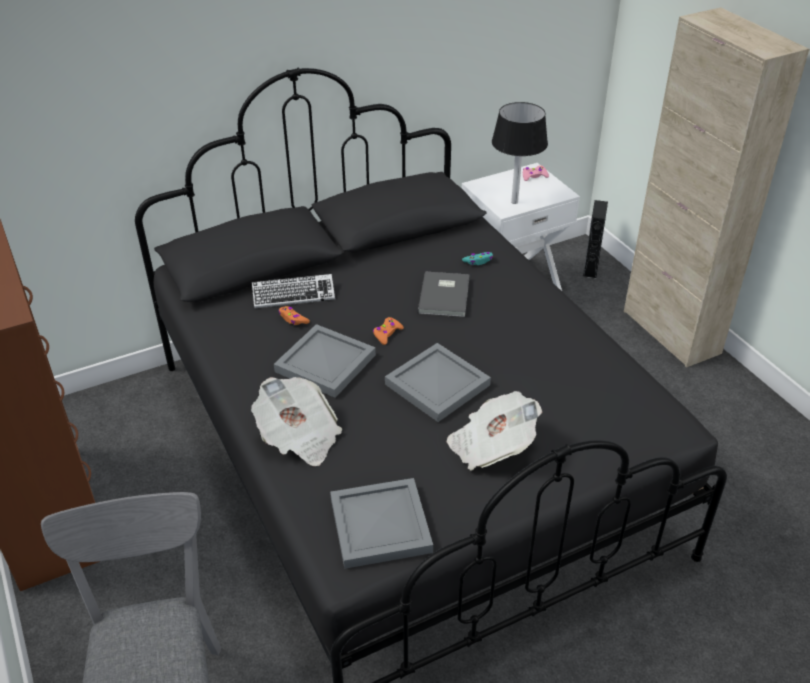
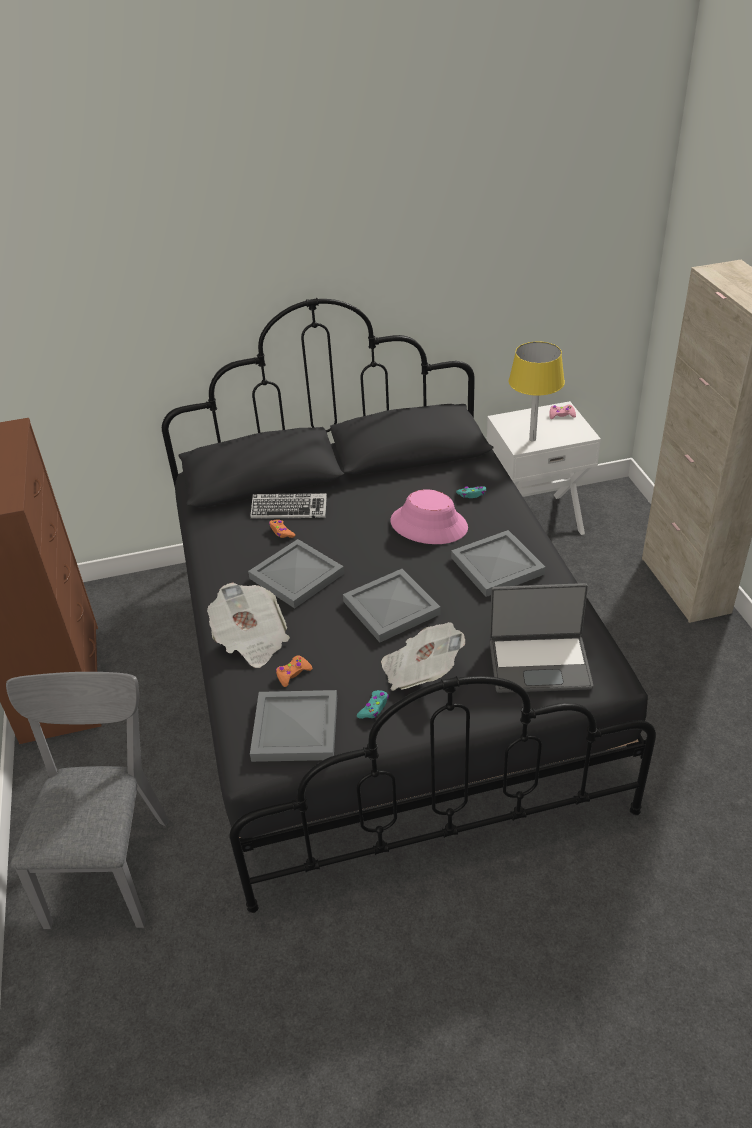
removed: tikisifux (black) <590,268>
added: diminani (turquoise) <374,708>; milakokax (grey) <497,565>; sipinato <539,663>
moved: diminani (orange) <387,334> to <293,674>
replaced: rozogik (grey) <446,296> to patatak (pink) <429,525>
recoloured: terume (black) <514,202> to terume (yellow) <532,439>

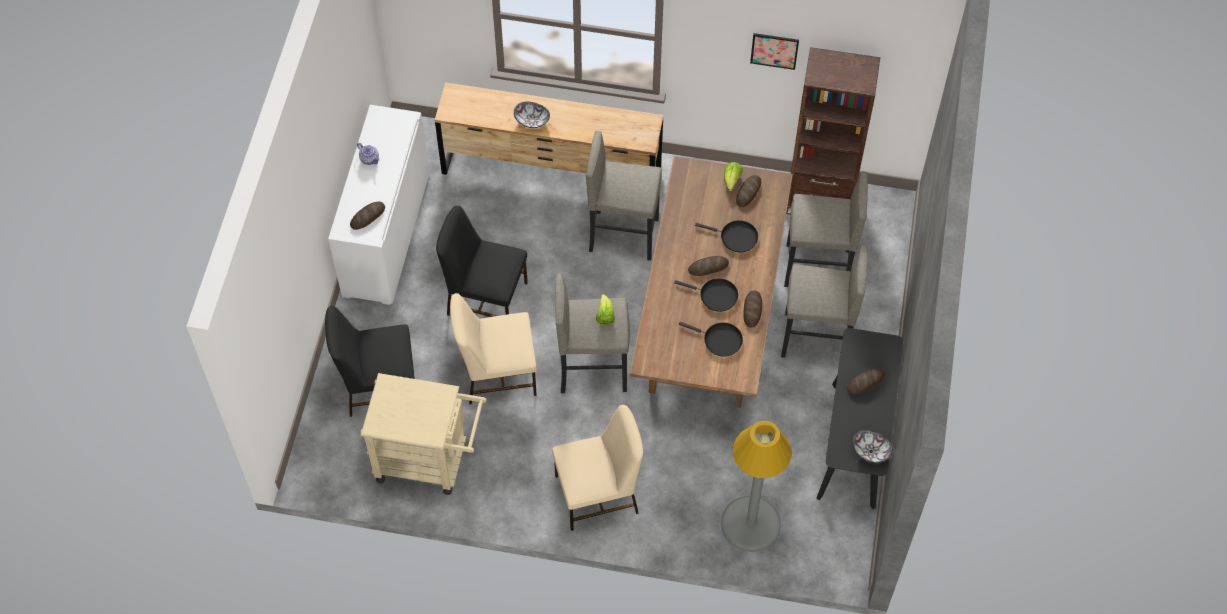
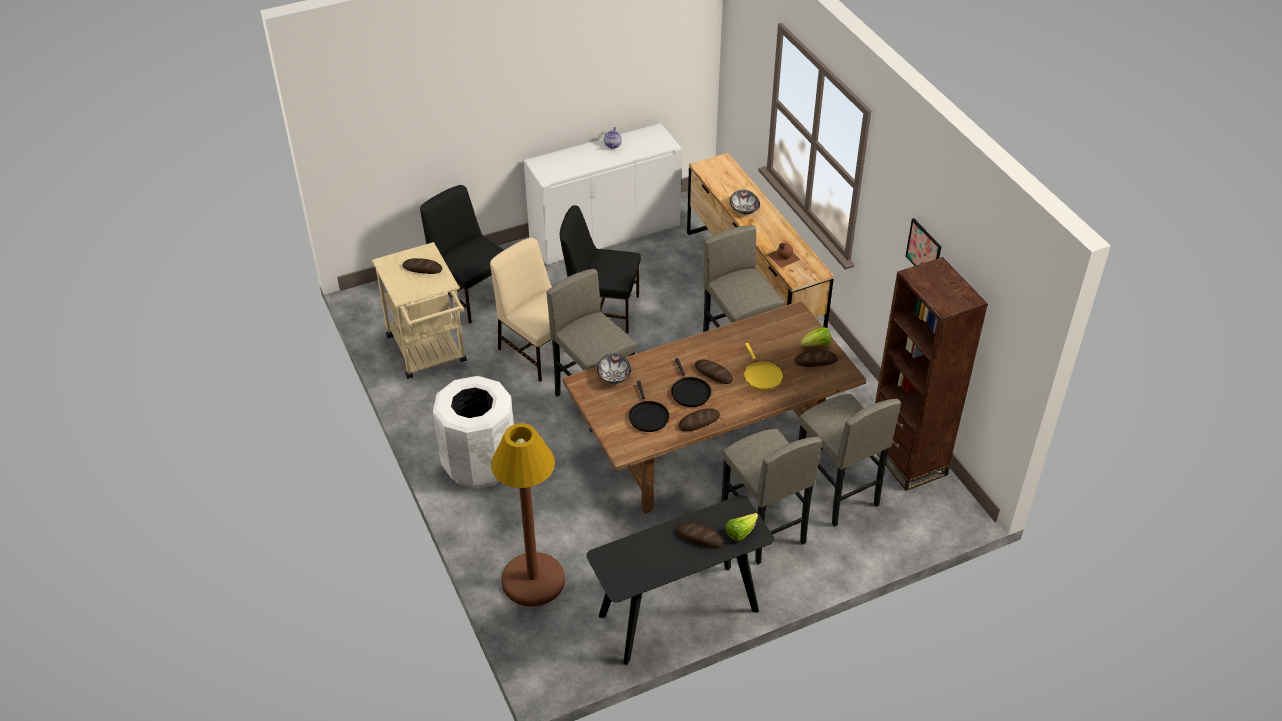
added: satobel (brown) <783,257>
moved: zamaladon <368,217> to <422,268>; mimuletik <871,451> to <614,377>; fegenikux <605,316> to <740,532>
replaced: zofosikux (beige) <598,494> to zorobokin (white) <480,465>
recoloured: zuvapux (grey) <750,524> to zuvapux (brown) <533,580>; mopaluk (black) <736,237> to mopaluk (yellow) <761,376>
turned: zofosikux (black) <485,297> = <601,309> 60 degrees counterclockwise

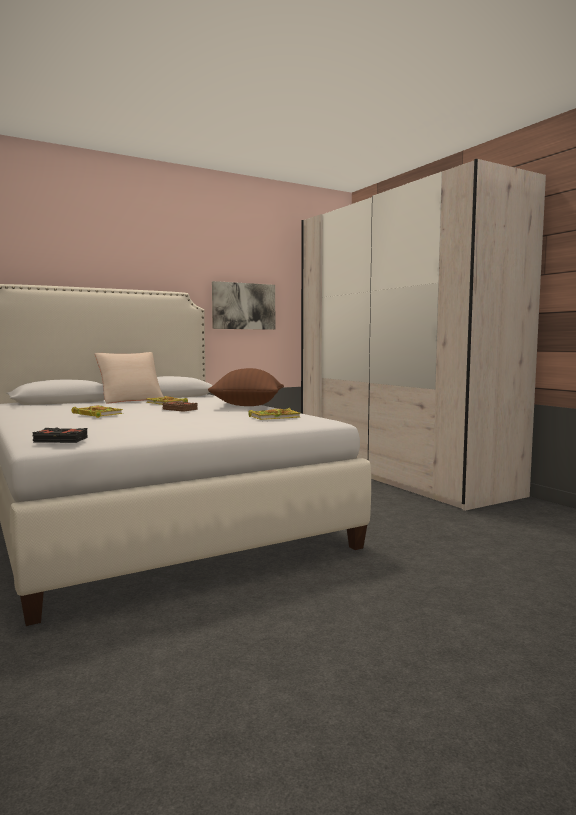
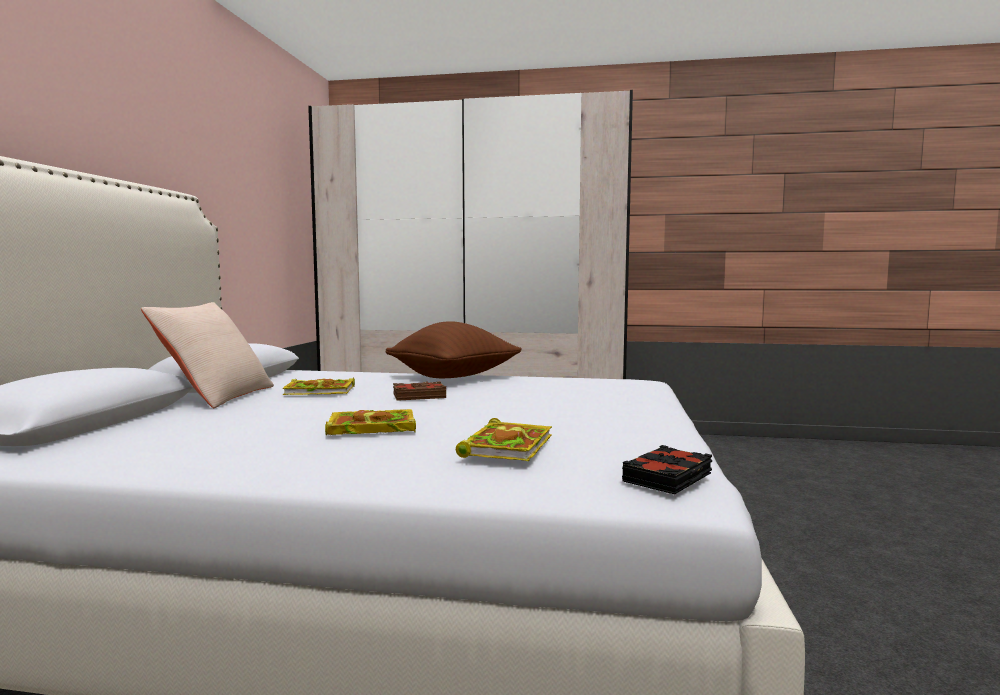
removed: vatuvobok <243,306>
moved: rozogik <275,417> to <507,446>

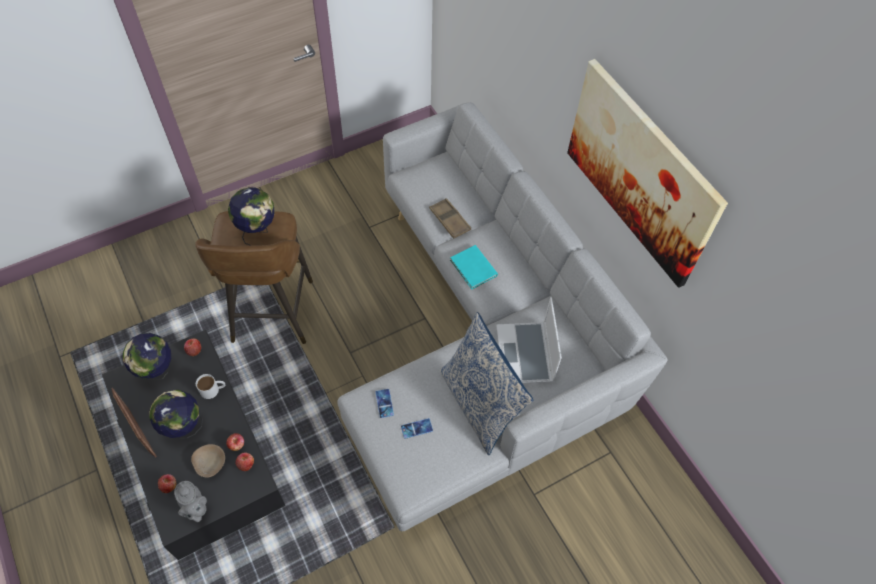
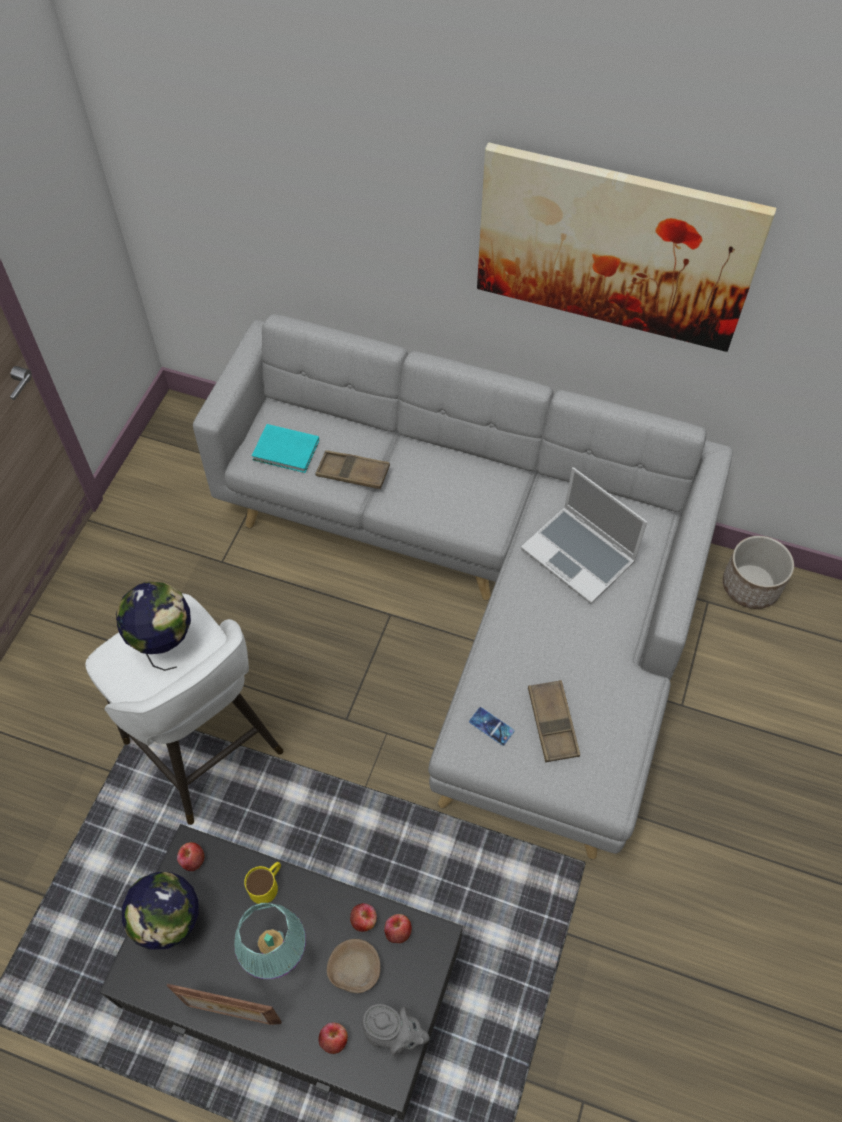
removed: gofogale <479,404>
added: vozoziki <751,586>
moved: rozogik (turquoise) <473,269> to <287,451>
replaced: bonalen <184,427> to terume (turquoise) <278,959>; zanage <416,428> to milakokax (brown) <552,723>
recoloured: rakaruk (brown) <271,314> to rakaruk (white) <206,751>; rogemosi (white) <213,389> to rogemosi (yellow) <267,884>

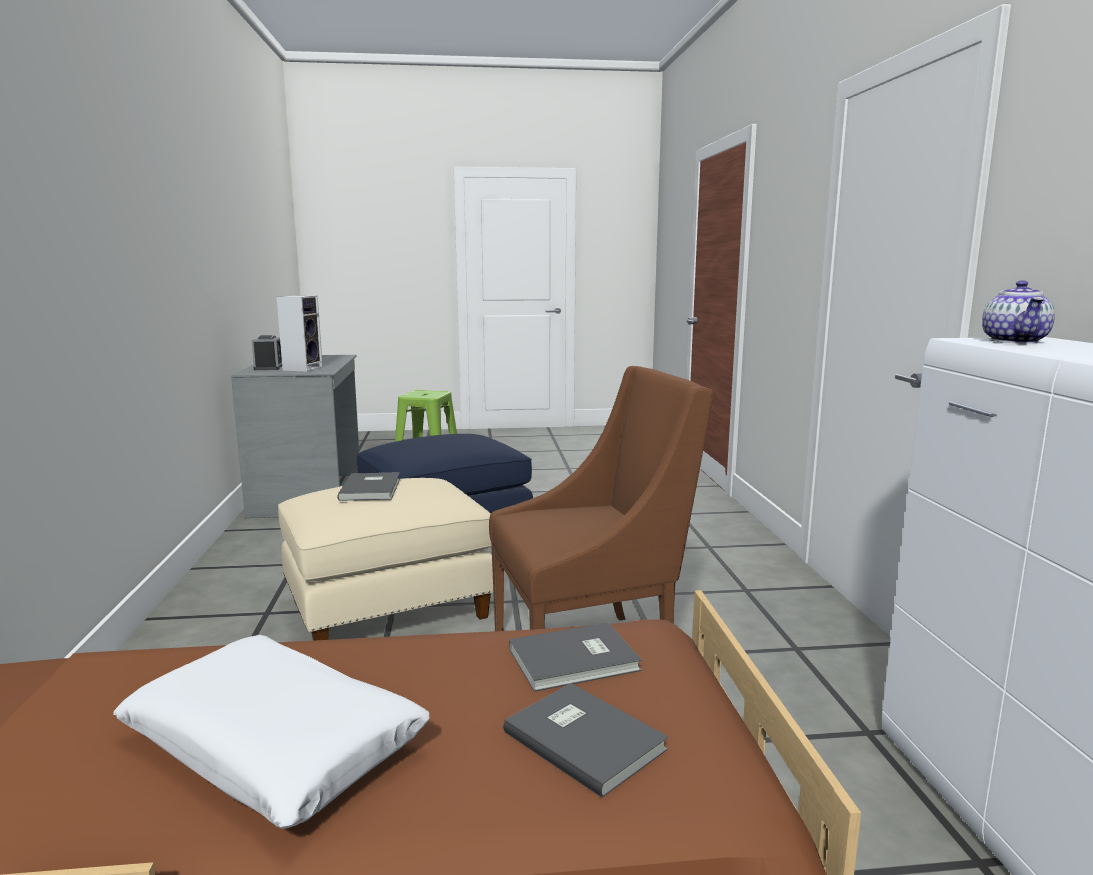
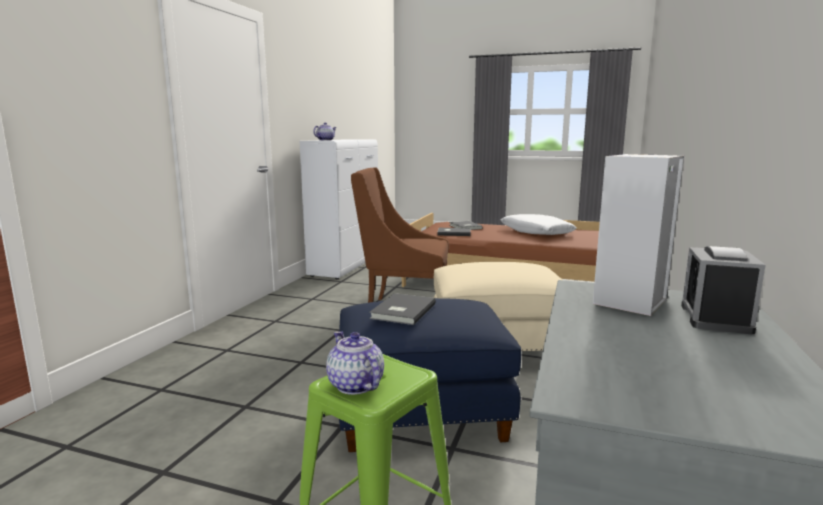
added: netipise <354,385>
moved: rozogik (grey) <372,489> to <401,311>

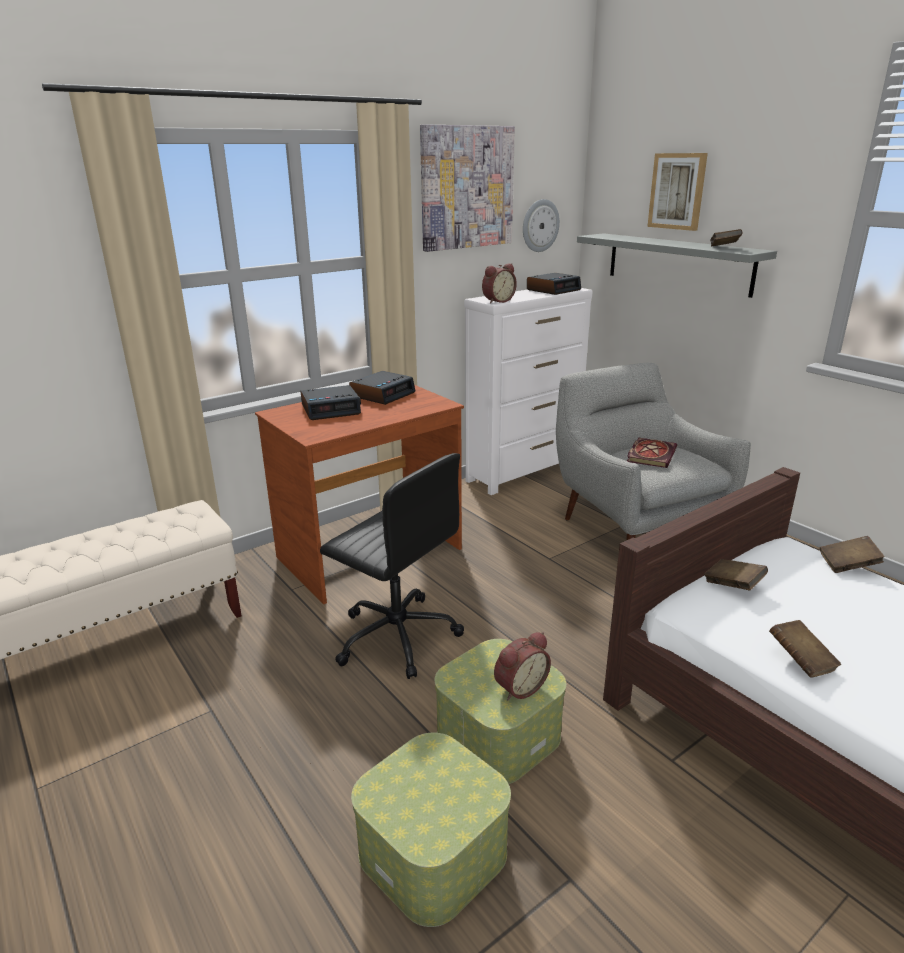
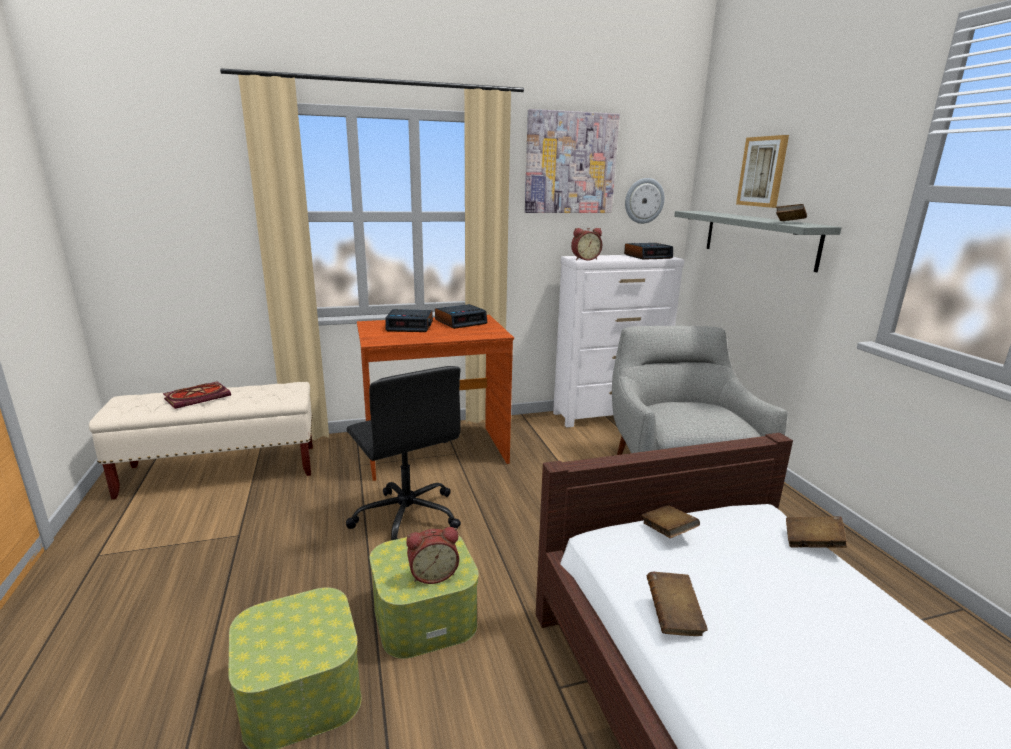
moved: rozogik <650,454> to <199,397>

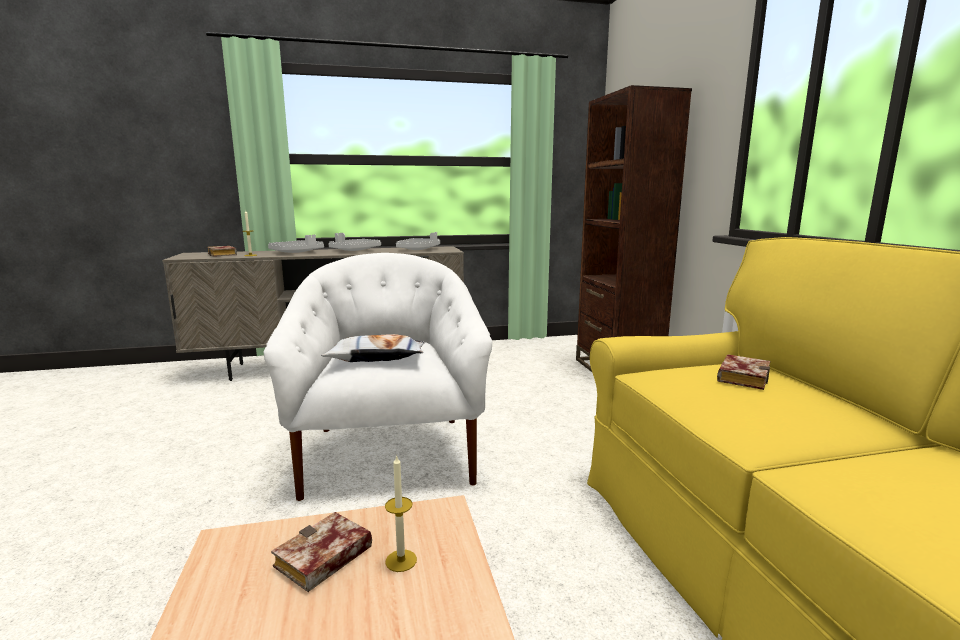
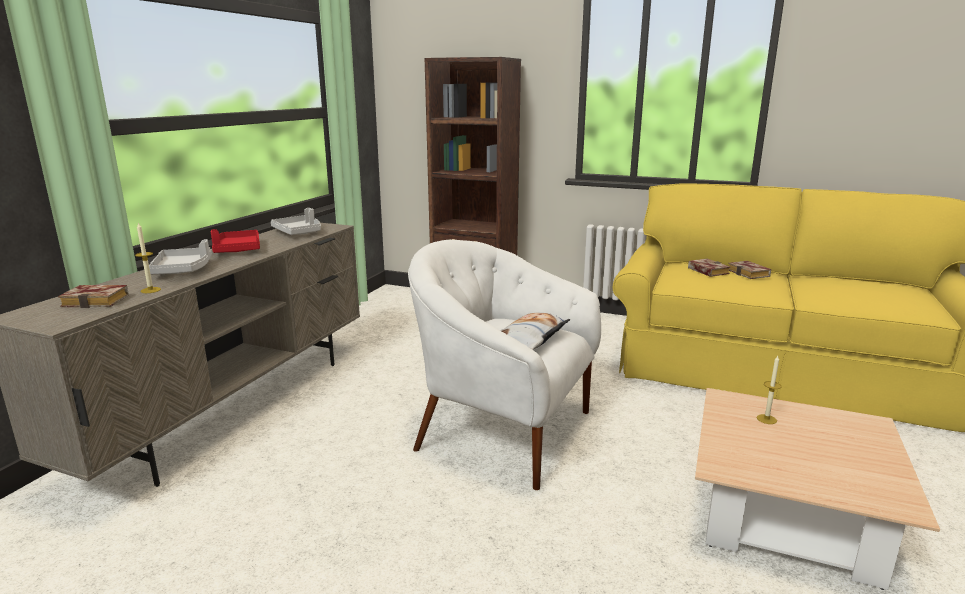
moved: rozogik <322,560> to <750,274>
recoloured: milakokax (grey) <355,250> to milakokax (red) <237,250>

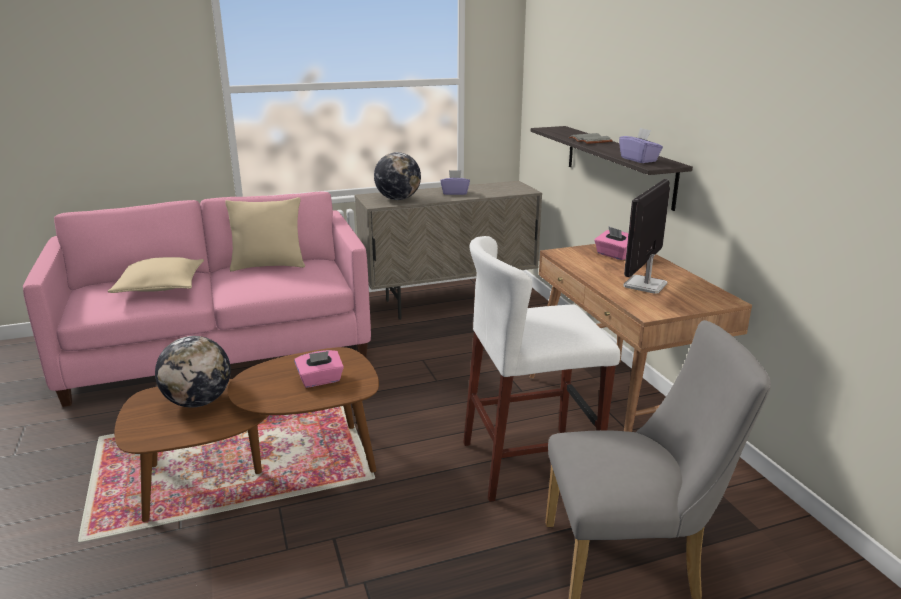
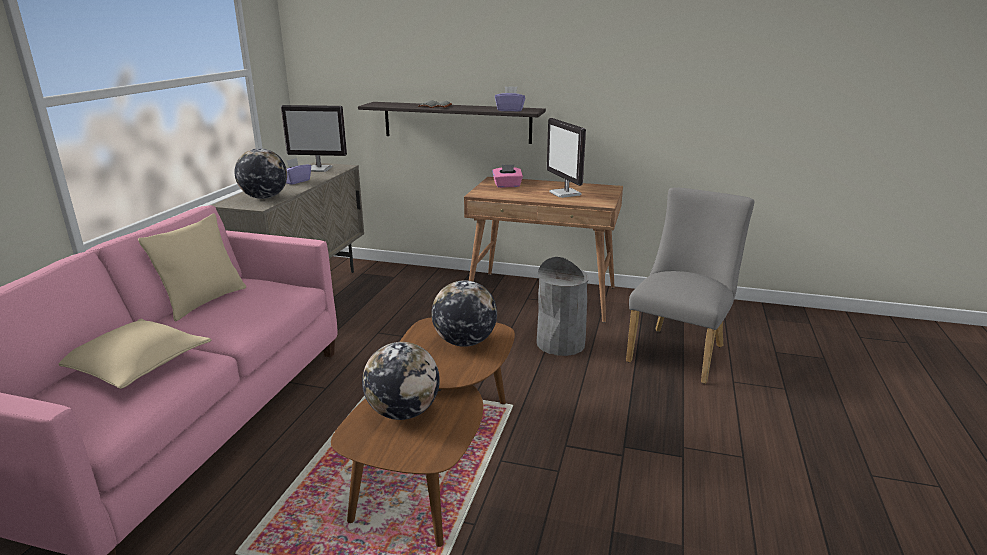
added: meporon <319,169>
replaced: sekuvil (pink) <320,380> to bonalen <464,342>; rakaruk (white) <529,462> to zorobokin (grey) <560,343>

